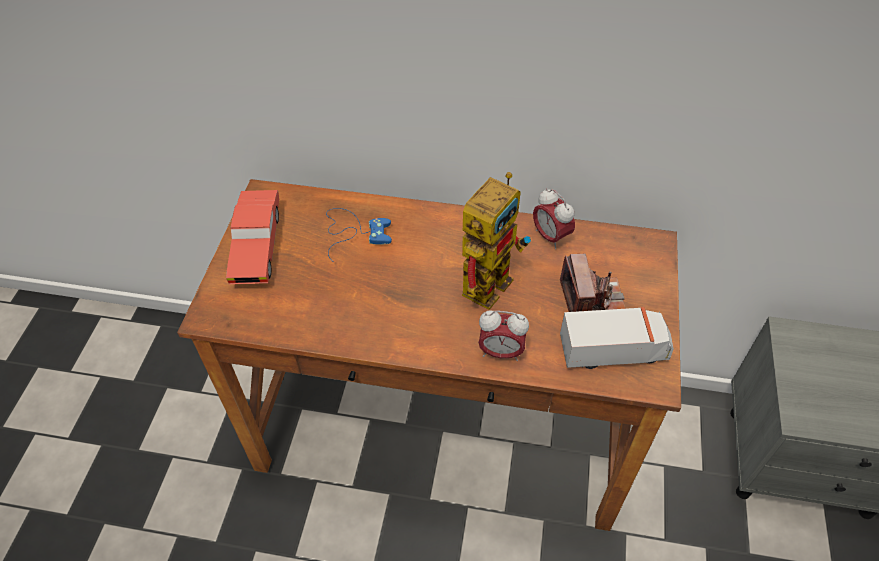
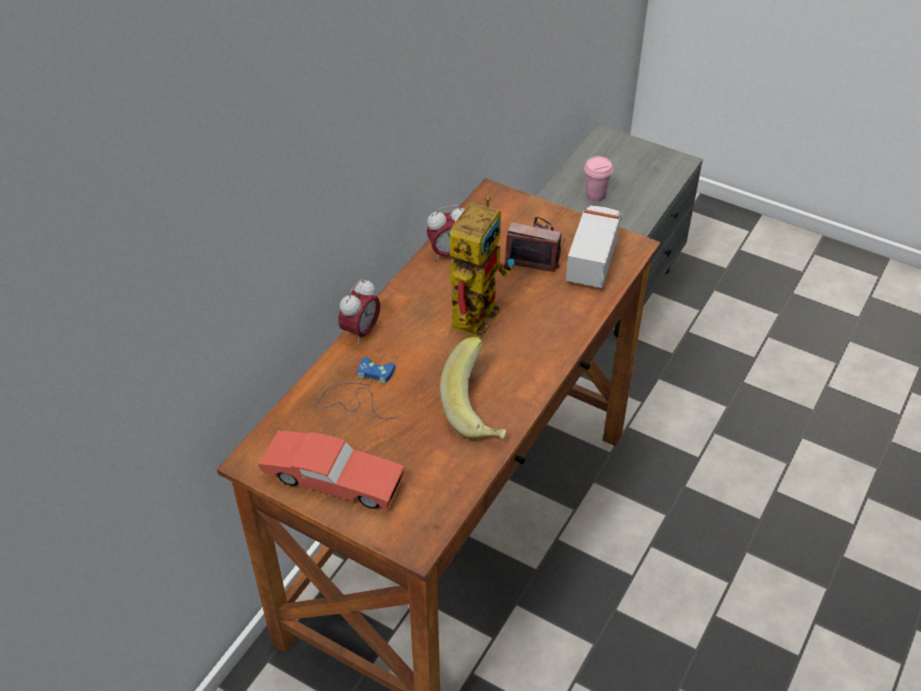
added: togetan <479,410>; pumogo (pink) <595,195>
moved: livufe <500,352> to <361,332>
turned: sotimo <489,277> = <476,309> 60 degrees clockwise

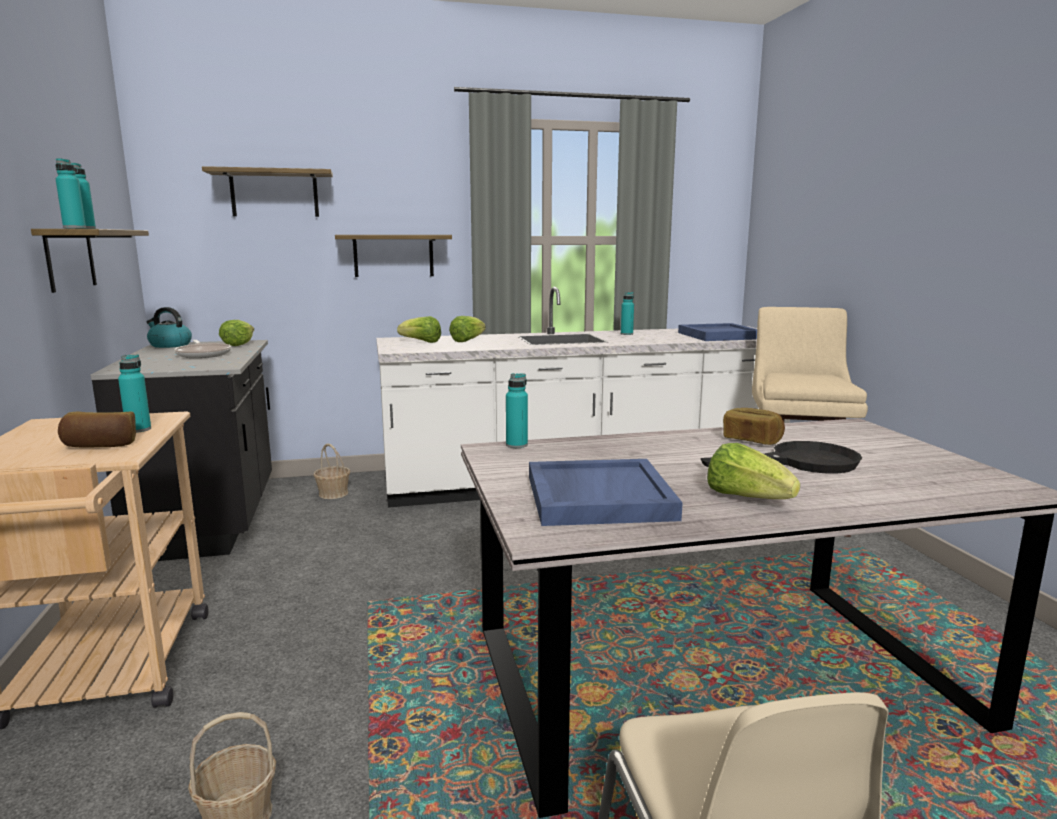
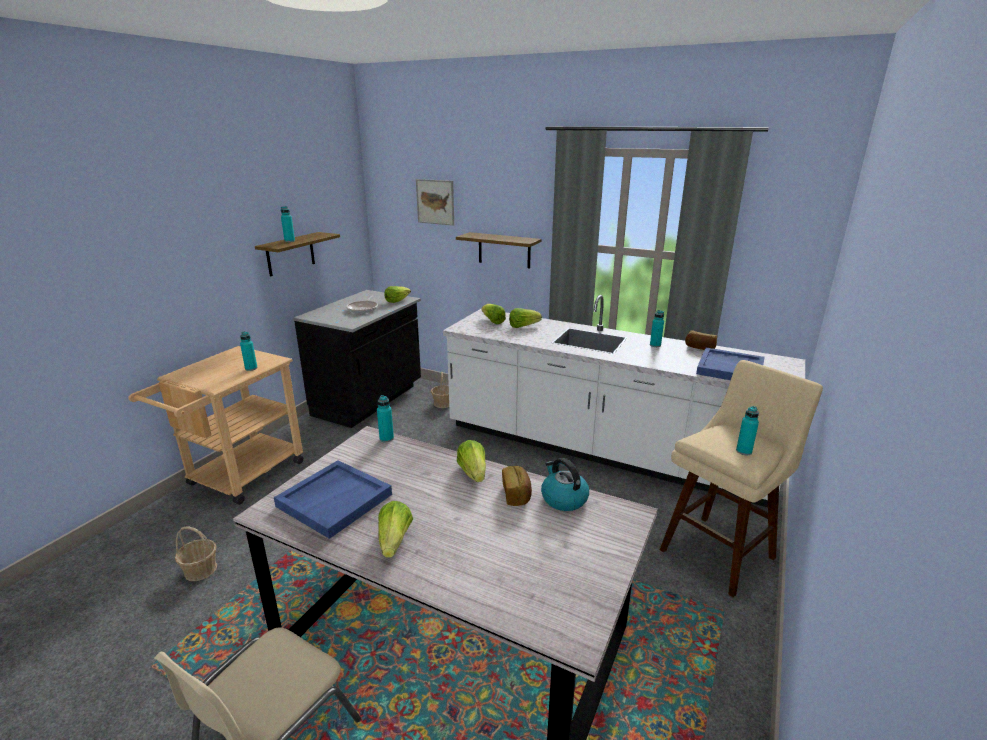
removed: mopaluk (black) <800,462>
added: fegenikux <473,473>
moved: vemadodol <169,345> to <563,498>; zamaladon <101,445> to <700,348>; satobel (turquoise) <74,228> to <743,451>
replaced: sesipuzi <274,194> to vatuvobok <435,202>

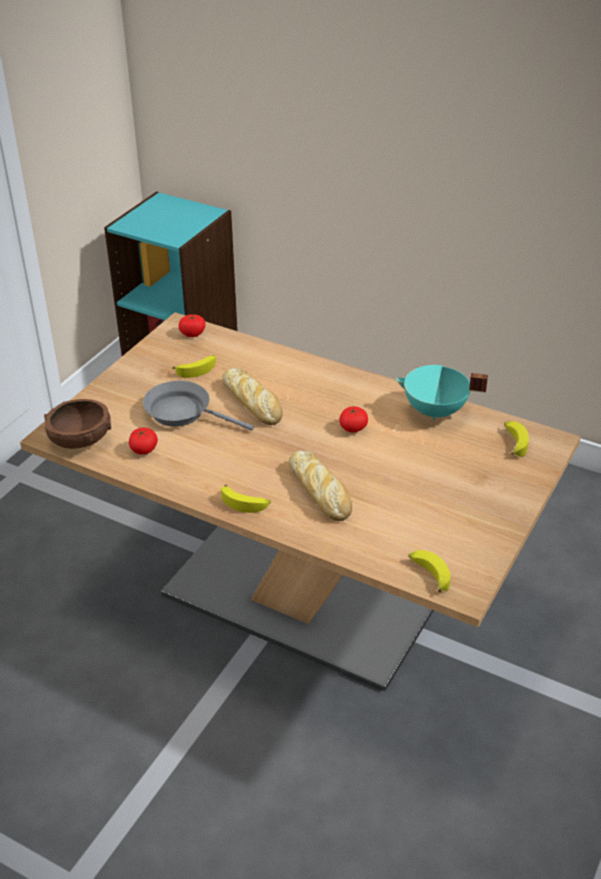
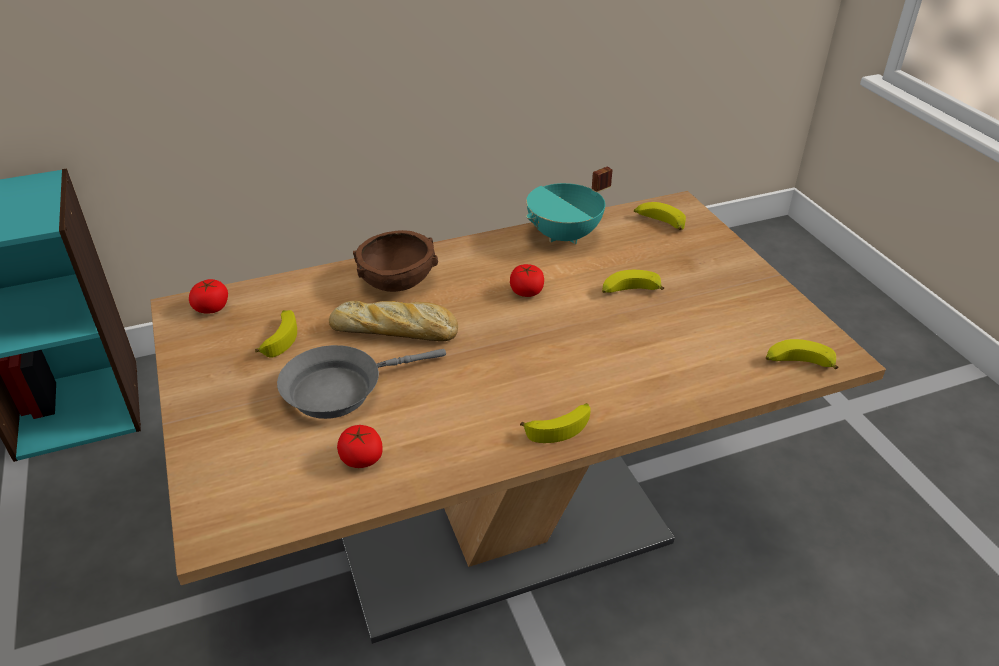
removed: zamaladon <320,491>
added: togetan <629,291>
moved: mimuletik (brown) <81,439> to <398,280>

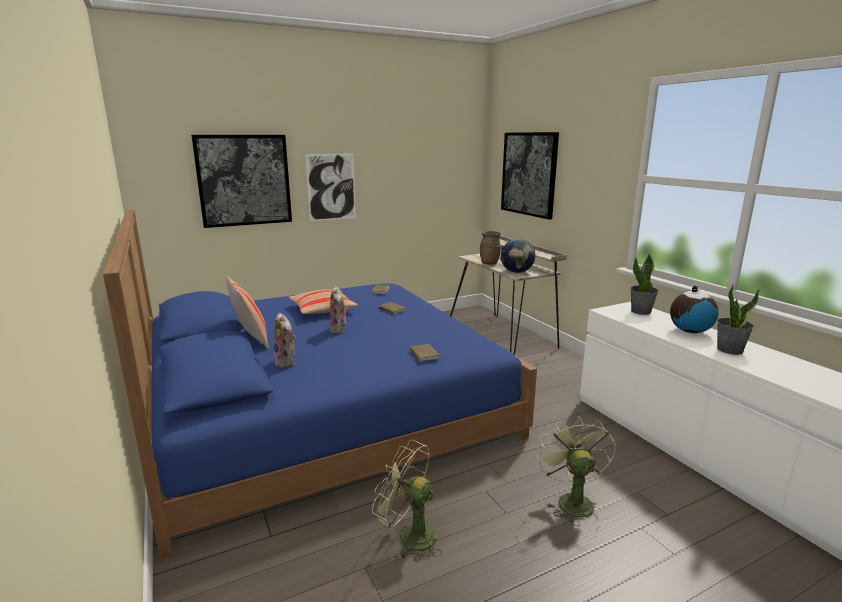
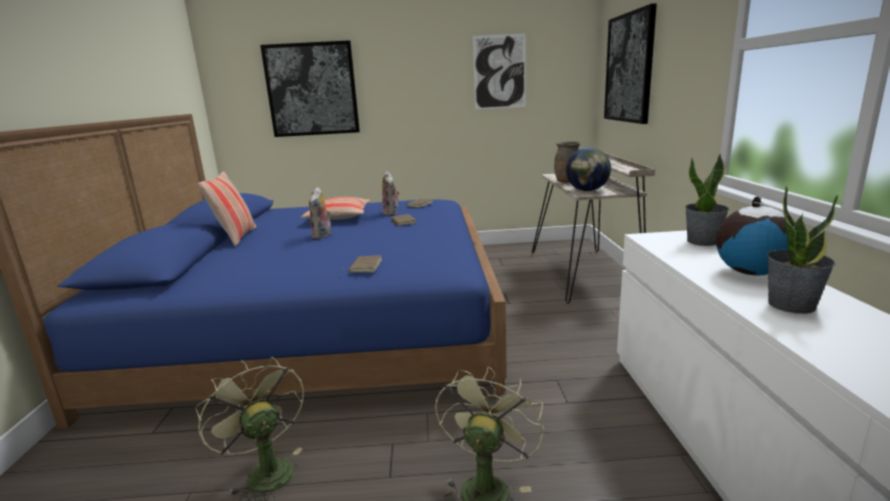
moved: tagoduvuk <287,362> to <392,213>; vatuvobok <331,187> to <499,72>

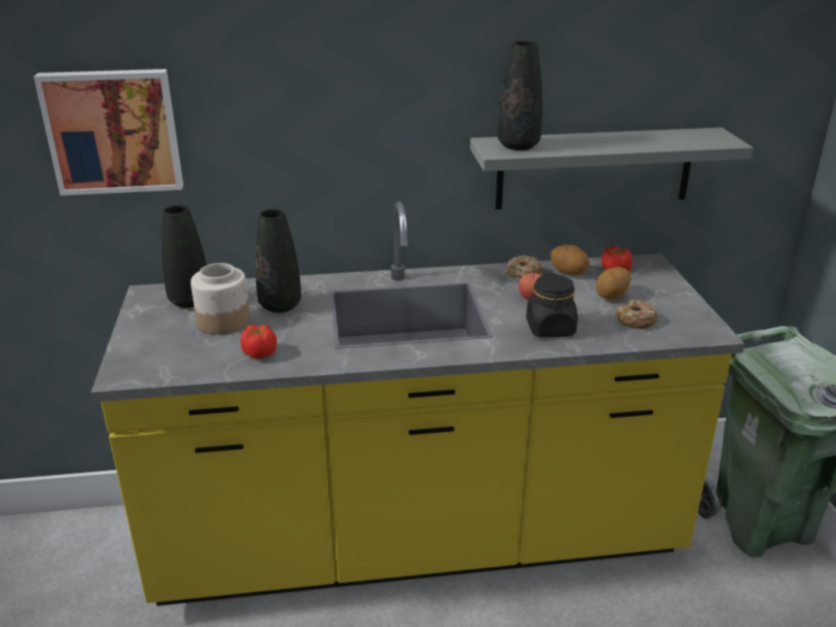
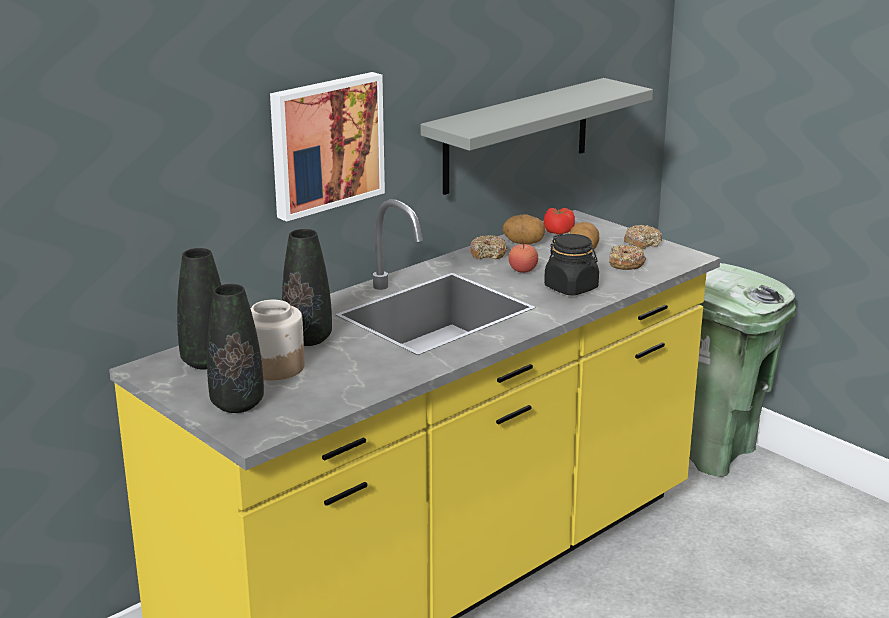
removed: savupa <259,353>
added: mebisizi <642,243>
moved: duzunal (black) <518,146> to <237,404>; vatuvobok <113,131> to <325,143>

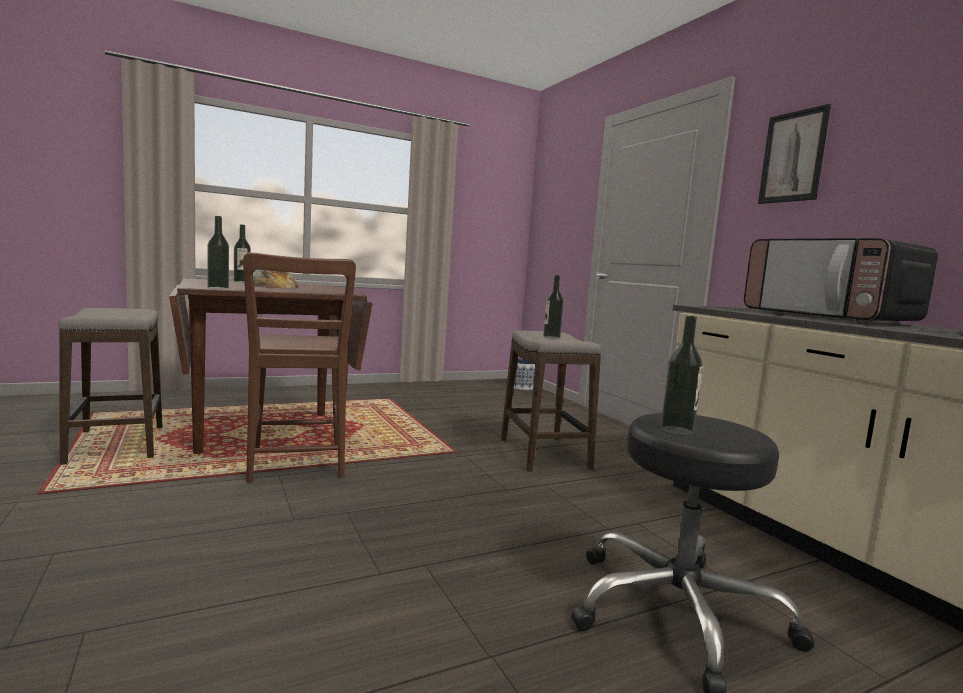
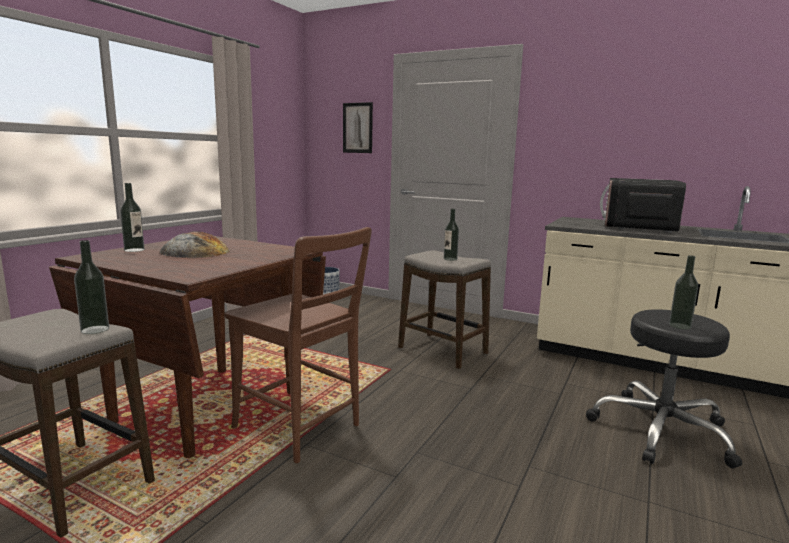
moved: satobel <218,288> to <95,329>; vatuvobok <793,157> to <357,128>
turned: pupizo <830,318> = <638,227> 90 degrees clockwise

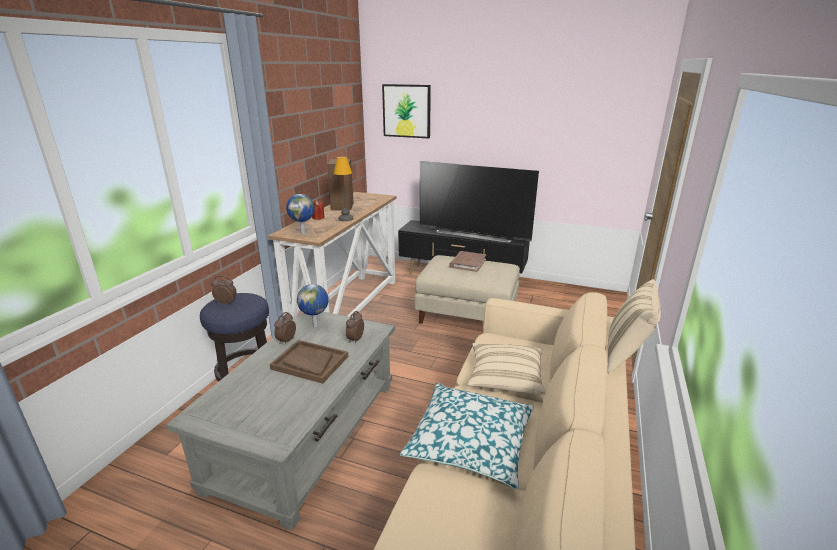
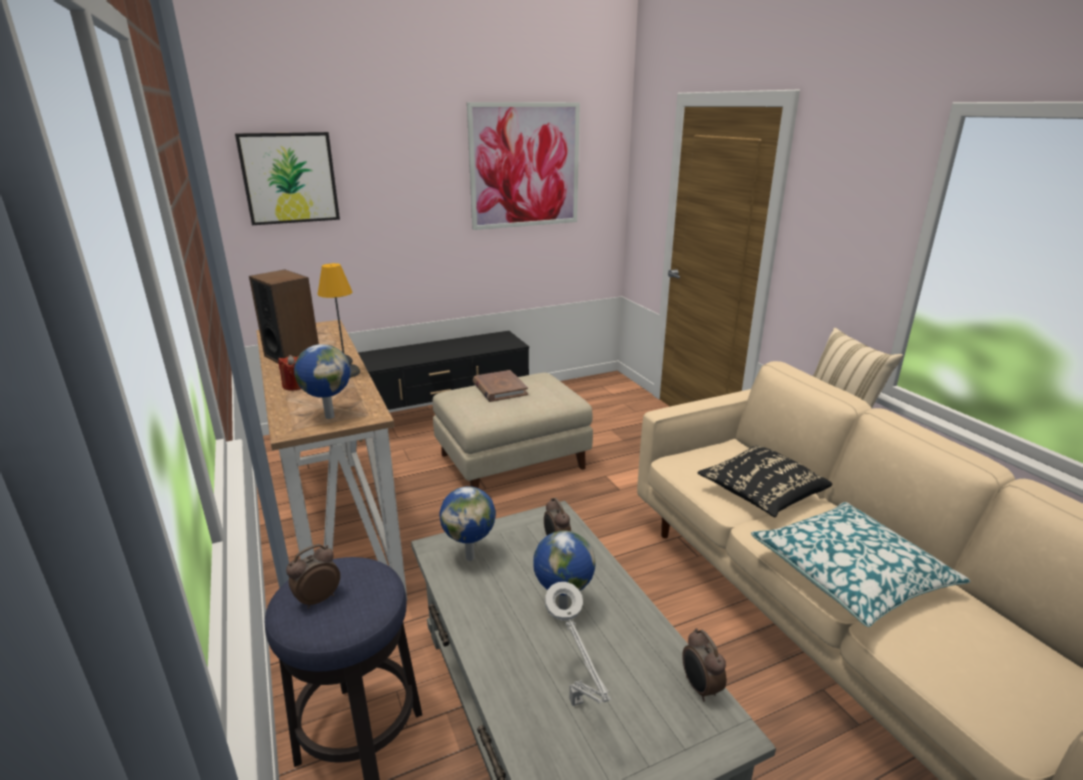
removed: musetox <474,234>
added: vatuvobok <525,166>; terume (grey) <577,705>
moved: livufe <286,341> to <699,688>
replaced: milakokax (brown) <309,363> to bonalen <562,608>
recoloured: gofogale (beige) <505,379> to gofogale (black) <761,495>

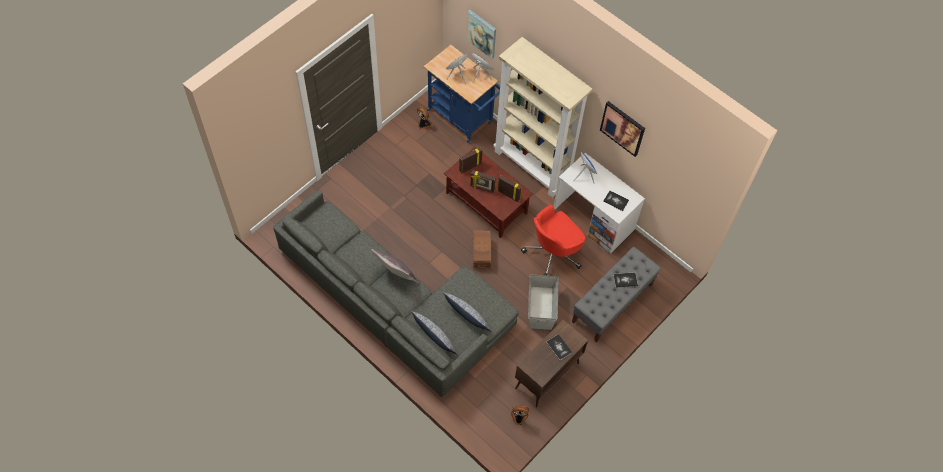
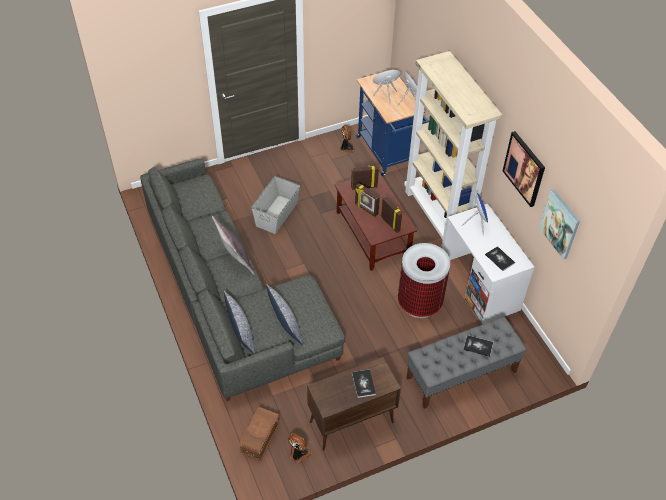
moved: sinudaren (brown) <480,254> to <259,439>; sinudaren (grey) <540,308> to <276,214>; vatuvobok <482,33> to <560,224>
replaced: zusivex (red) <553,253> to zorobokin <419,303>

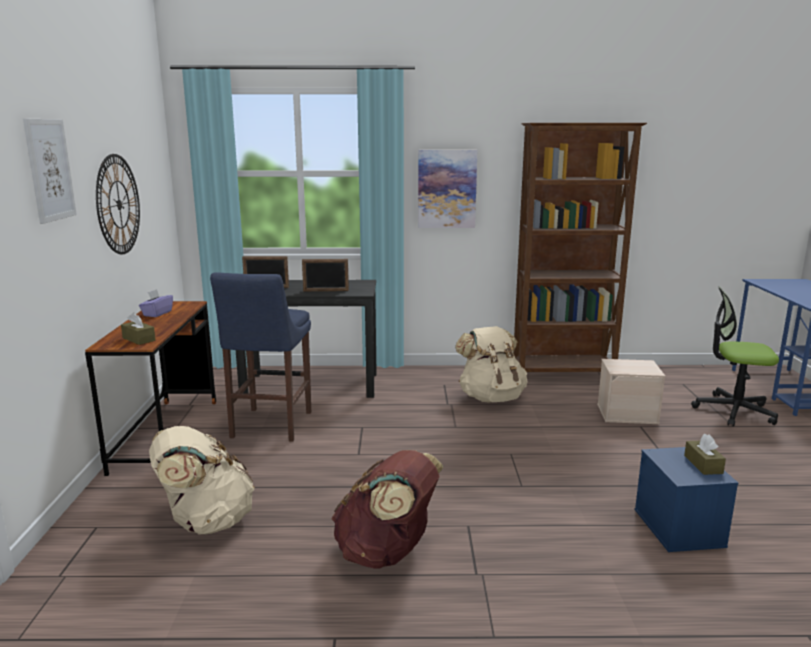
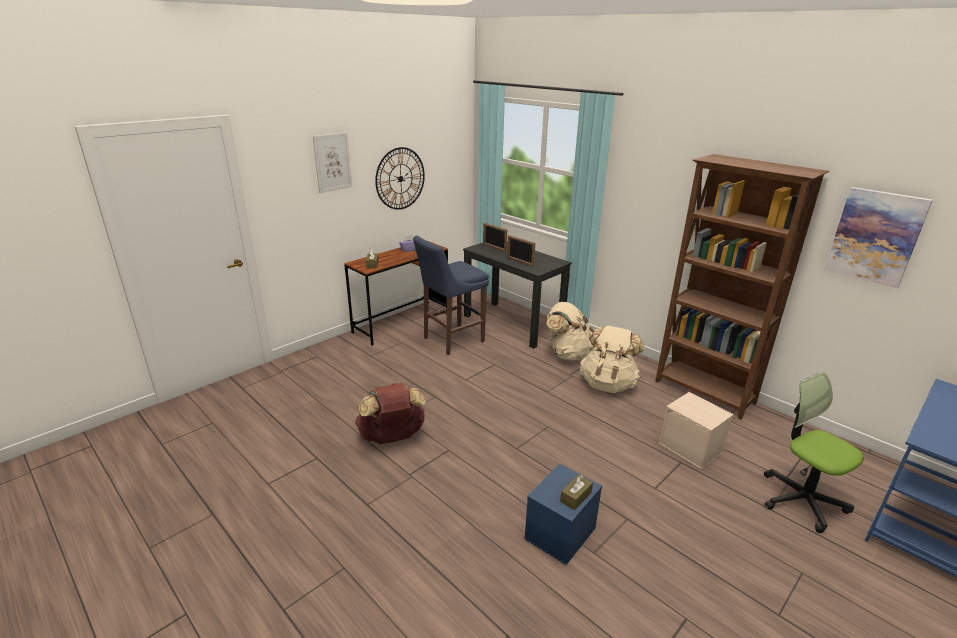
moved: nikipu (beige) <206,522> to <568,354>; vatuvobok <446,189> to <875,236>

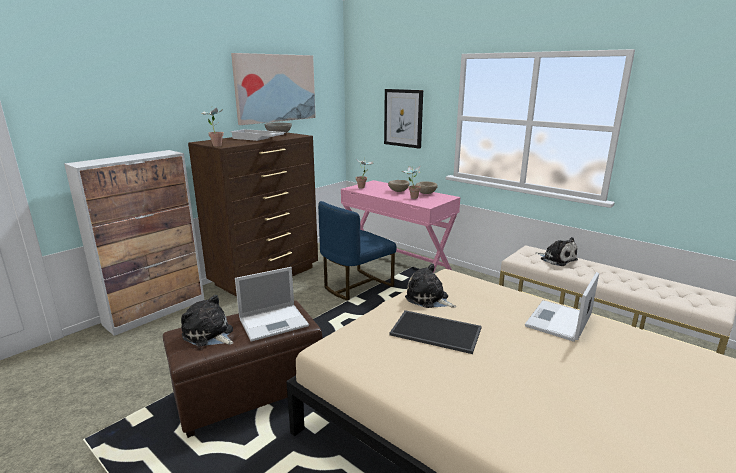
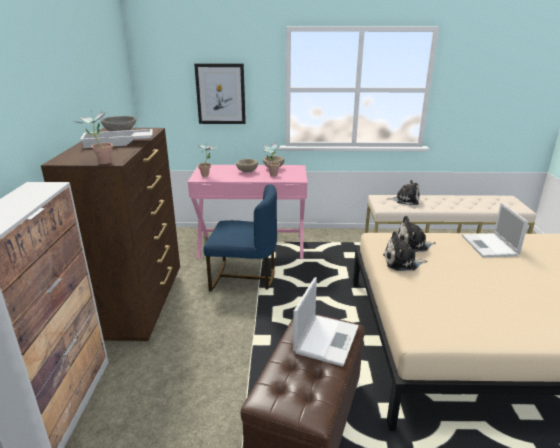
removed: vatuvobok <275,88>; milakokax <437,331>
moved: tagoduvuk <209,334> to <413,245>
turned: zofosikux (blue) <356,286> = <244,278> 90 degrees counterclockwise

